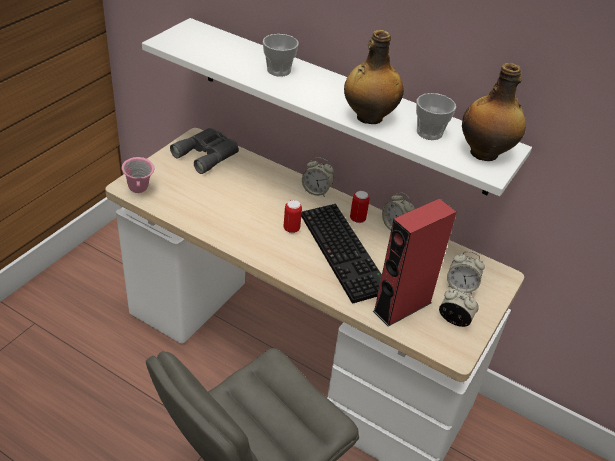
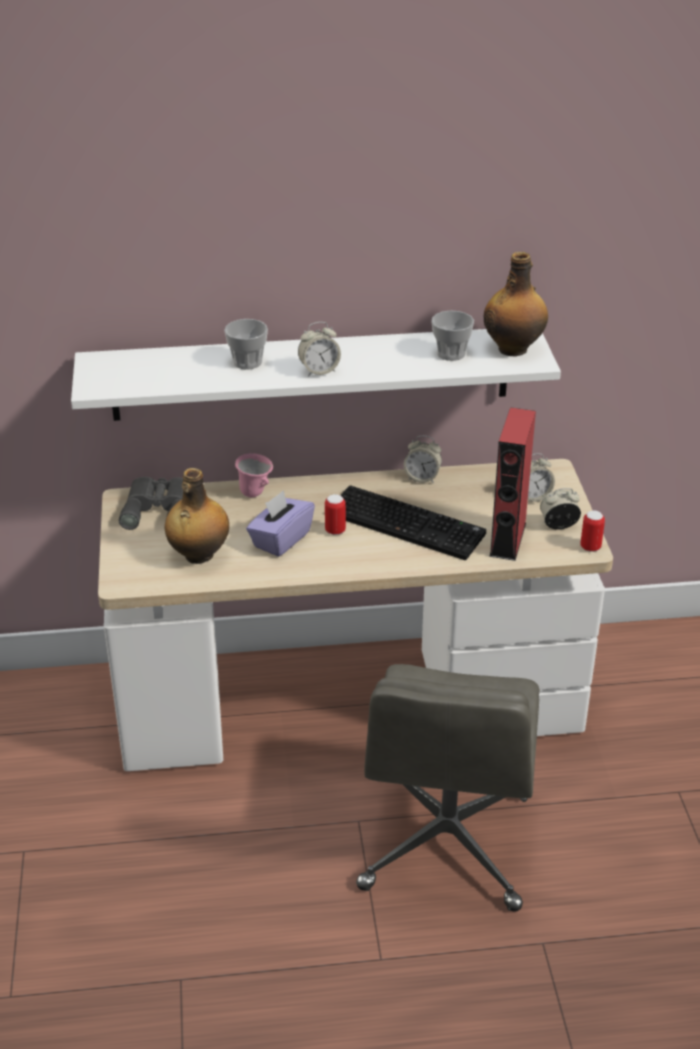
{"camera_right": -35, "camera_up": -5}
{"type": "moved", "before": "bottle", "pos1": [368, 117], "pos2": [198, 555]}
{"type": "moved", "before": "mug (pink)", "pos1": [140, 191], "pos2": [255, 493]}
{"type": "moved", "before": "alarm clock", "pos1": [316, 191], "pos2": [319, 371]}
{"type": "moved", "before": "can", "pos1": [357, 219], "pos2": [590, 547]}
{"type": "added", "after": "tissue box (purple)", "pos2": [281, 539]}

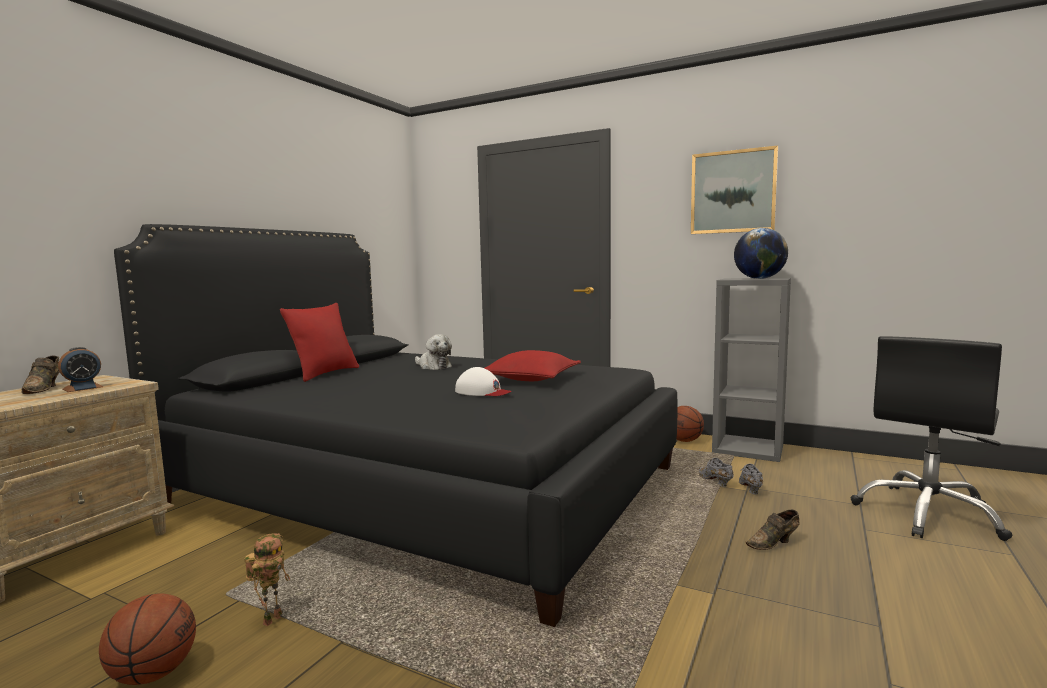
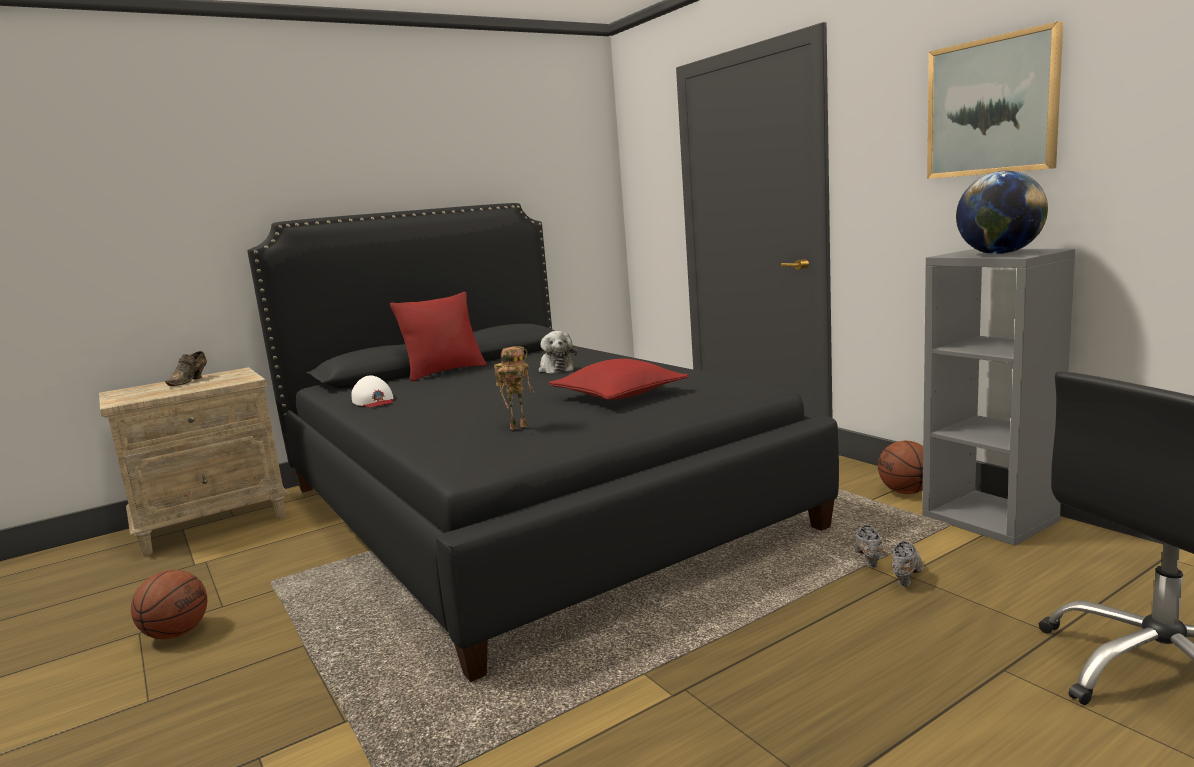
{"camera_right": 30, "camera_up": 5}
{"type": "removed", "before": "alarm clock", "pos1": [83, 388]}
{"type": "moved", "before": "cap (white)", "pos1": [482, 391], "pos2": [374, 401]}
{"type": "removed", "before": "shoe (brown)", "pos1": [774, 543]}
{"type": "moved", "before": "toy robot", "pos1": [272, 618], "pos2": [518, 426]}

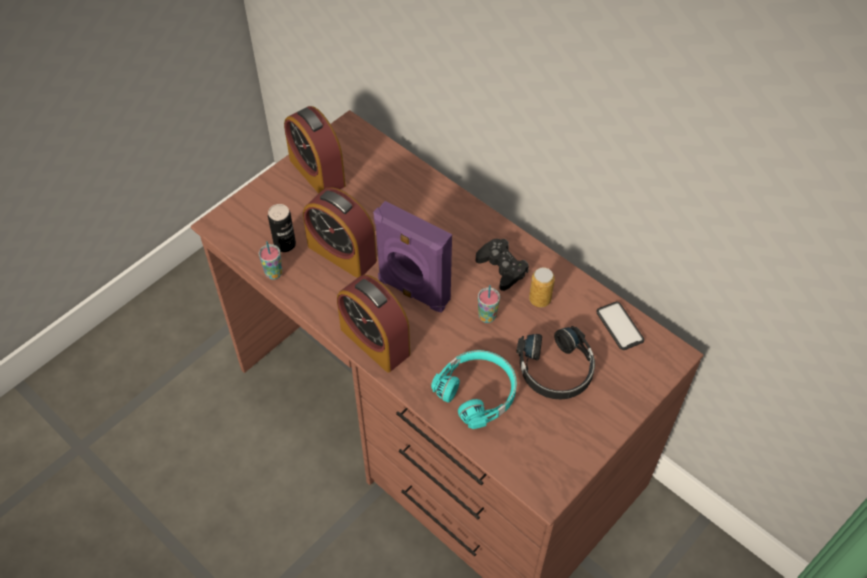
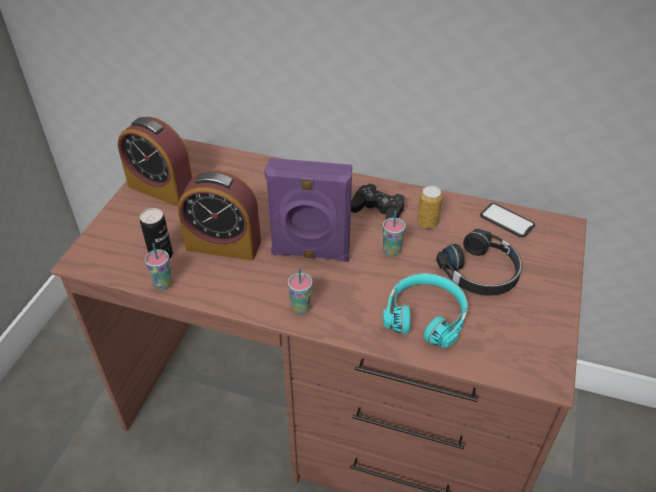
{"camera_right": -25, "camera_up": -10}
{"type": "replaced", "before": "alarm clock", "after": "cup", "pos1": [375, 341], "pos2": [301, 307]}

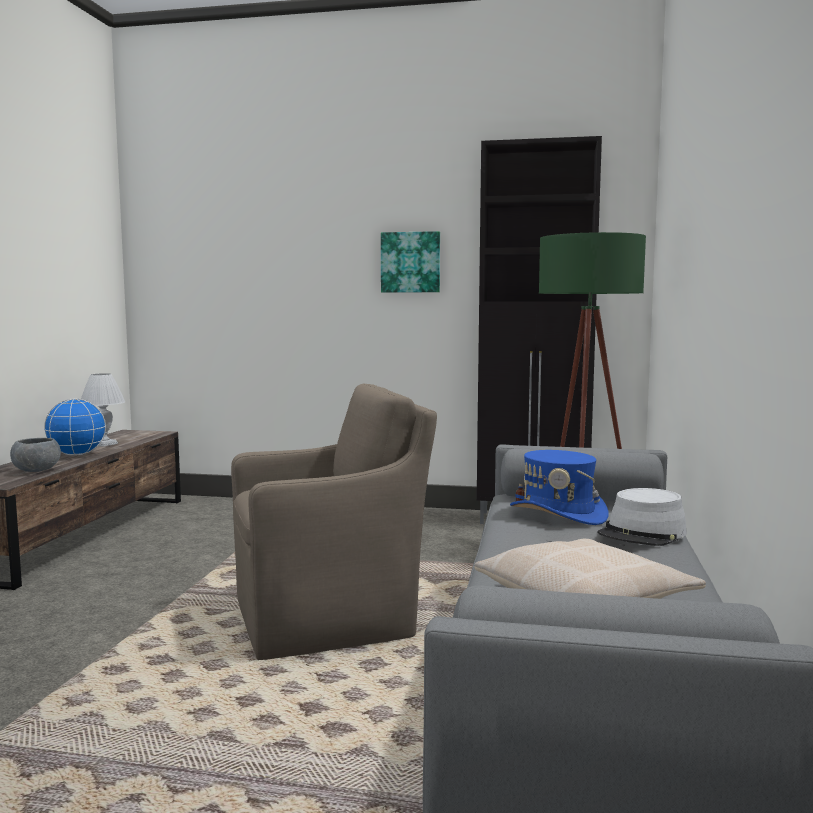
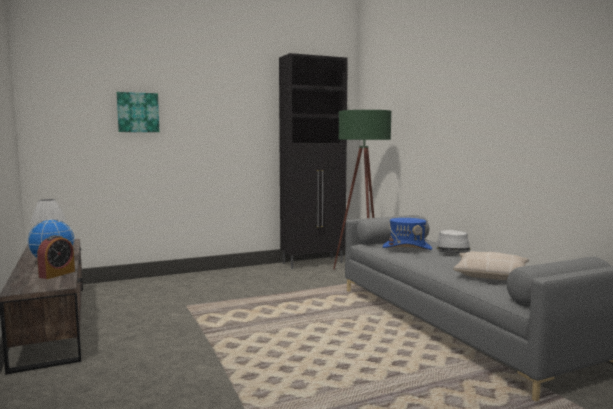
{"camera_right": -35, "camera_up": 0}
{"type": "moved", "before": "picture", "pos1": [410, 262], "pos2": [138, 112]}
{"type": "removed", "before": "armchair (brown)", "pos1": [330, 618]}
{"type": "replaced", "before": "bowl (grey)", "after": "alarm clock", "pos1": [37, 470], "pos2": [57, 274]}

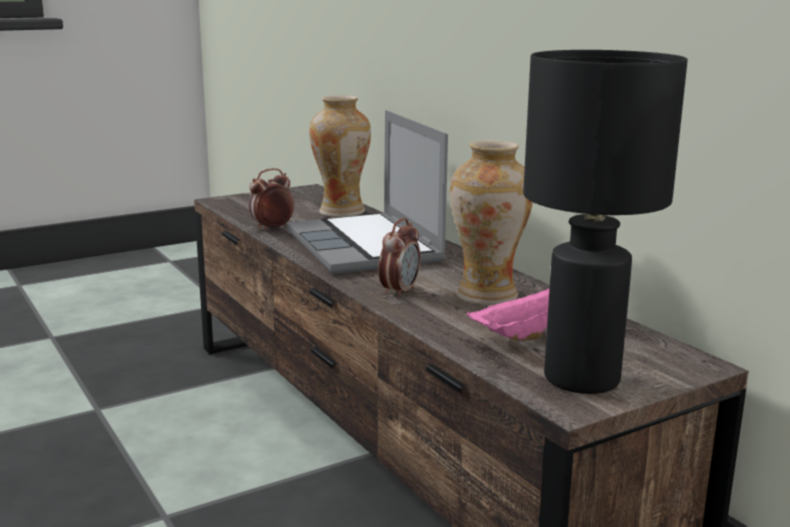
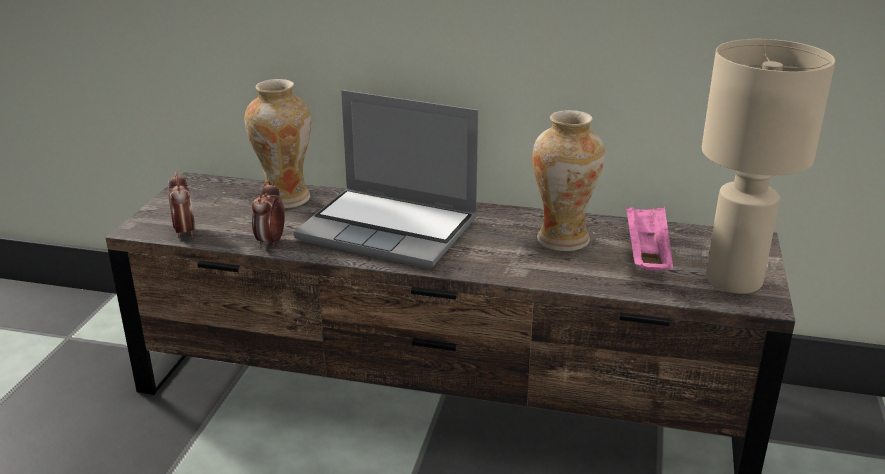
{"camera_right": -45, "camera_up": 10}
{"type": "recoloured", "before": "table lamp (black)", "after": "table lamp (beige)", "pos1": [581, 378], "pos2": [732, 280]}
{"type": "moved", "before": "alarm clock", "pos1": [399, 292], "pos2": [184, 232]}

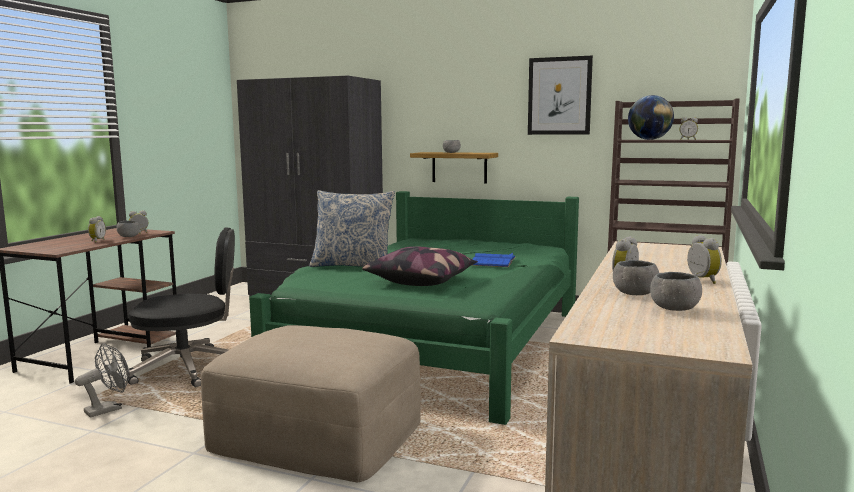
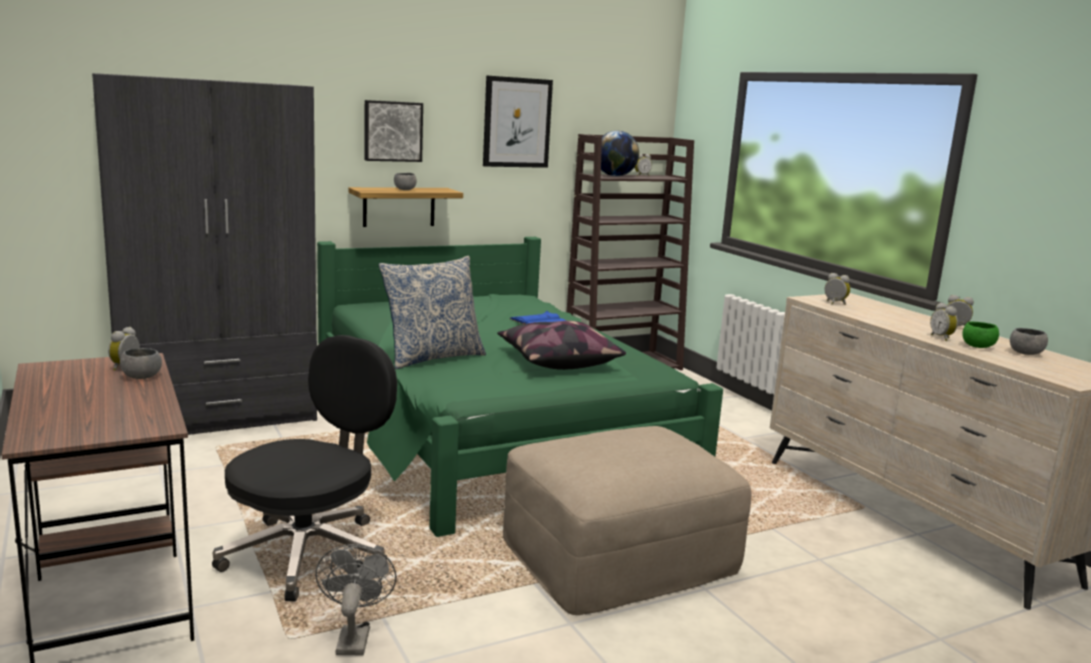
{"camera_right": -50, "camera_up": 5}
{"type": "moved", "before": "alarm clock", "pos1": [96, 241], "pos2": [834, 303]}
{"type": "recoloured", "before": "bowl (grey)", "after": "bowl (green)", "pos1": [634, 294], "pos2": [977, 346]}
{"type": "added", "after": "picture", "pos2": [392, 131]}

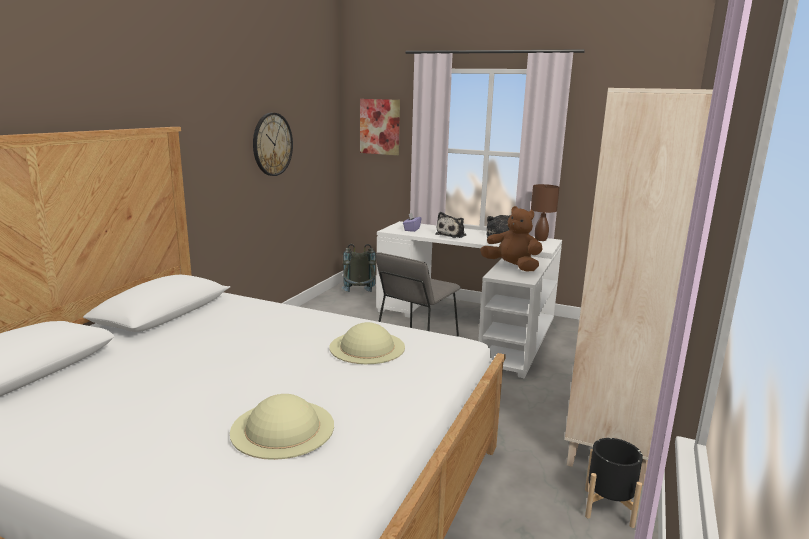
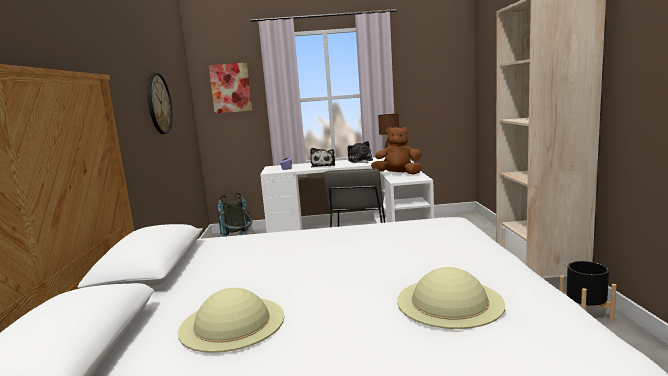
{"camera_right": -25, "camera_up": -5}
{"type": "moved", "before": "hat (beige)", "pos1": [367, 347], "pos2": [232, 322]}

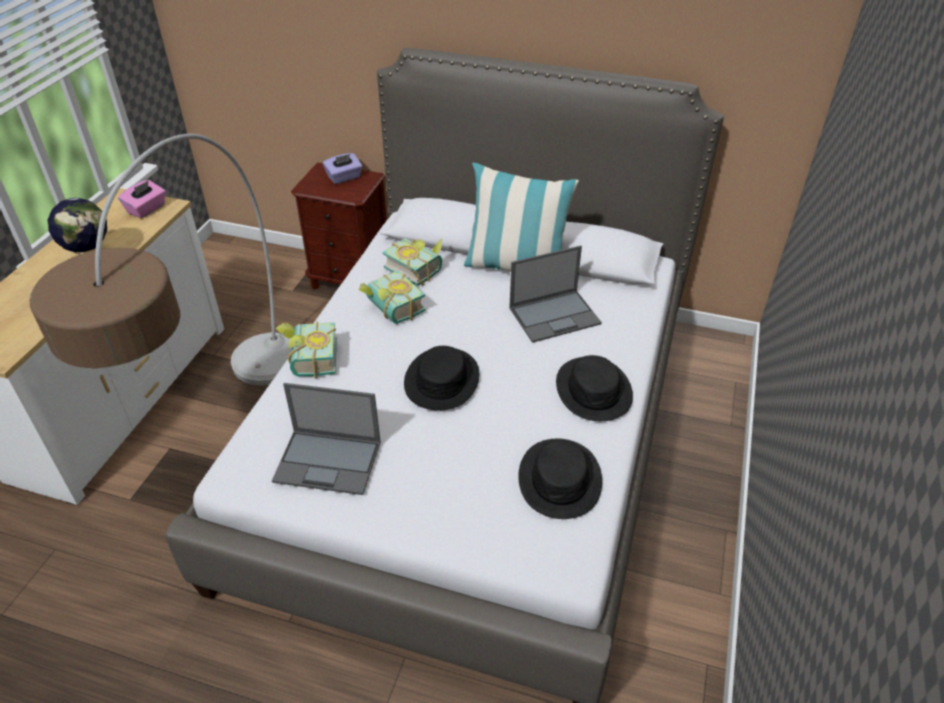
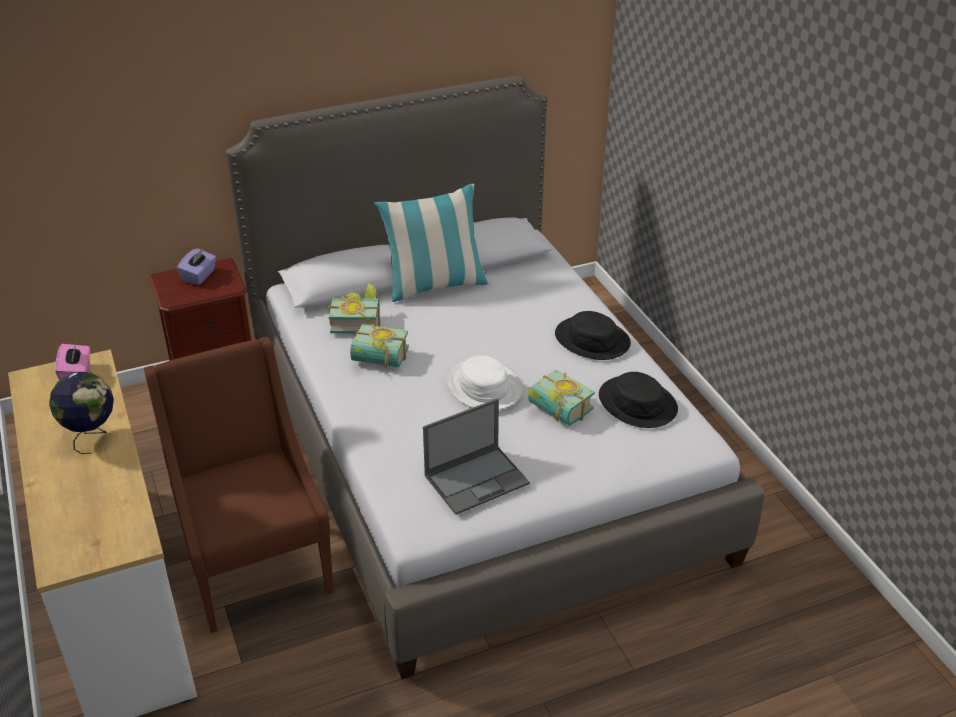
{"camera_right": -40, "camera_up": -5}
{"type": "replaced", "before": "floor lamp", "after": "armchair (brown)", "pos1": [220, 431], "pos2": [255, 566]}
{"type": "removed", "before": "laptop", "pos1": [555, 315]}
{"type": "moved", "before": "book", "pos1": [309, 360], "pos2": [556, 412]}
{"type": "recoloured", "before": "hat (black)", "after": "hat (white)", "pos1": [441, 380], "pos2": [483, 387]}

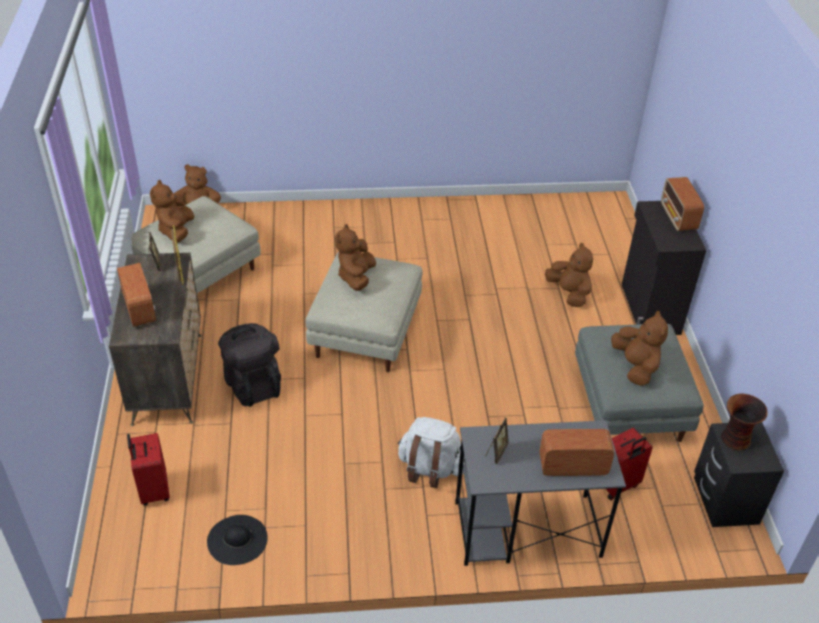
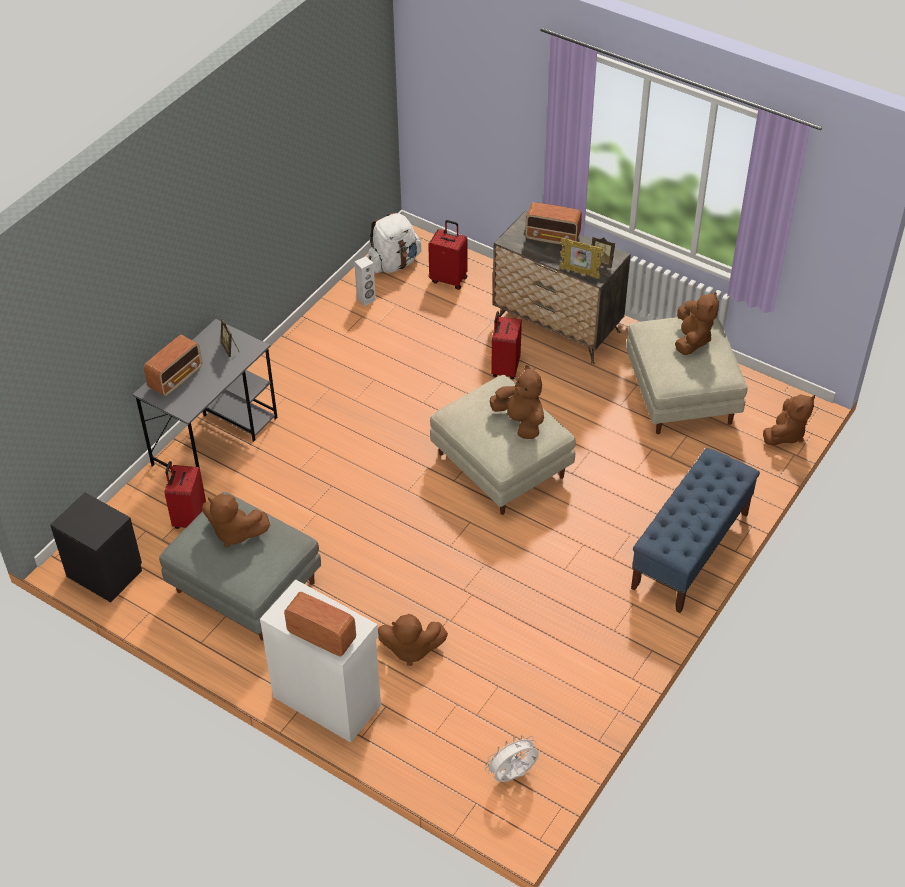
{"camera_right": 130, "camera_up": 5}
{"type": "turned", "before": "plush toy (brown)", "pos1": [176, 230], "pos2": [692, 339], "turn": 60}
{"type": "recoloured", "before": "cabinet (black)", "after": "cabinet (white)", "pos1": [649, 309], "pos2": [327, 699]}
{"type": "replaced", "before": "backpack (black)", "after": "suitcase (red)", "pos1": [252, 384], "pos2": [504, 368]}
{"type": "removed", "before": "vase", "pos1": [734, 439]}
{"type": "moved", "before": "backpack (white)", "pos1": [430, 468], "pos2": [394, 263]}
{"type": "replaced", "before": "hat (black)", "after": "speaker (white)", "pos1": [237, 540], "pos2": [366, 300]}
{"type": "added", "after": "bench (blue)", "pos2": [690, 551]}
{"type": "added", "after": "fan (white)", "pos2": [513, 775]}

